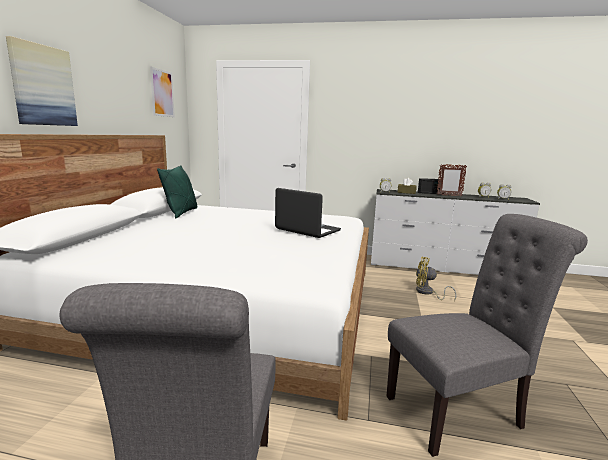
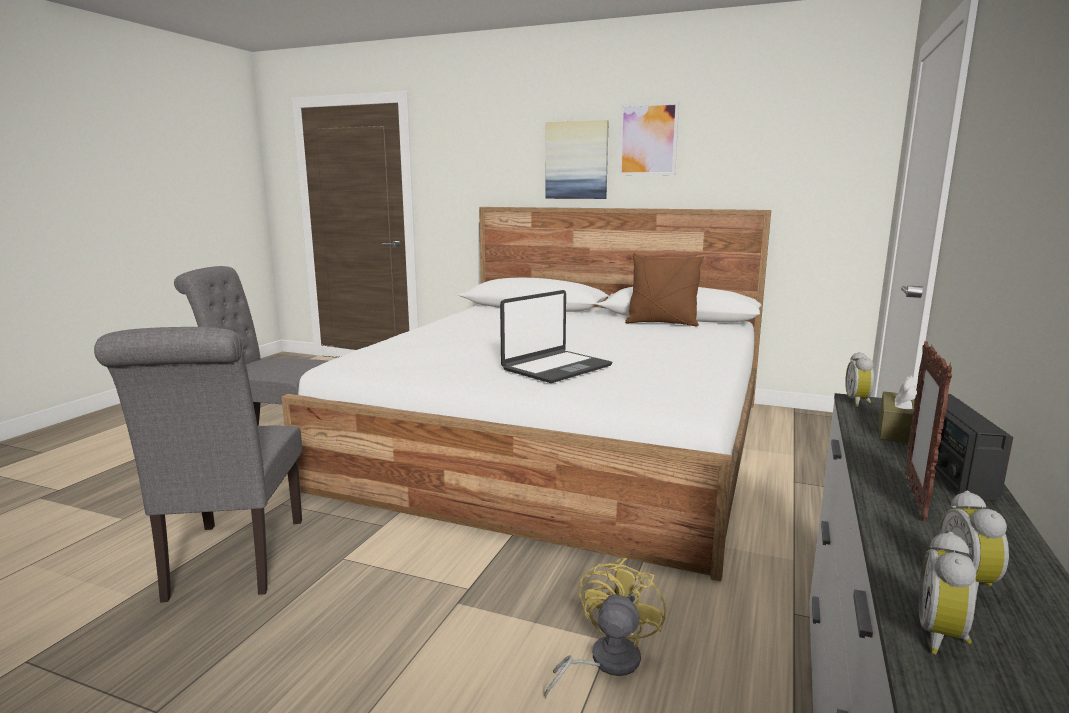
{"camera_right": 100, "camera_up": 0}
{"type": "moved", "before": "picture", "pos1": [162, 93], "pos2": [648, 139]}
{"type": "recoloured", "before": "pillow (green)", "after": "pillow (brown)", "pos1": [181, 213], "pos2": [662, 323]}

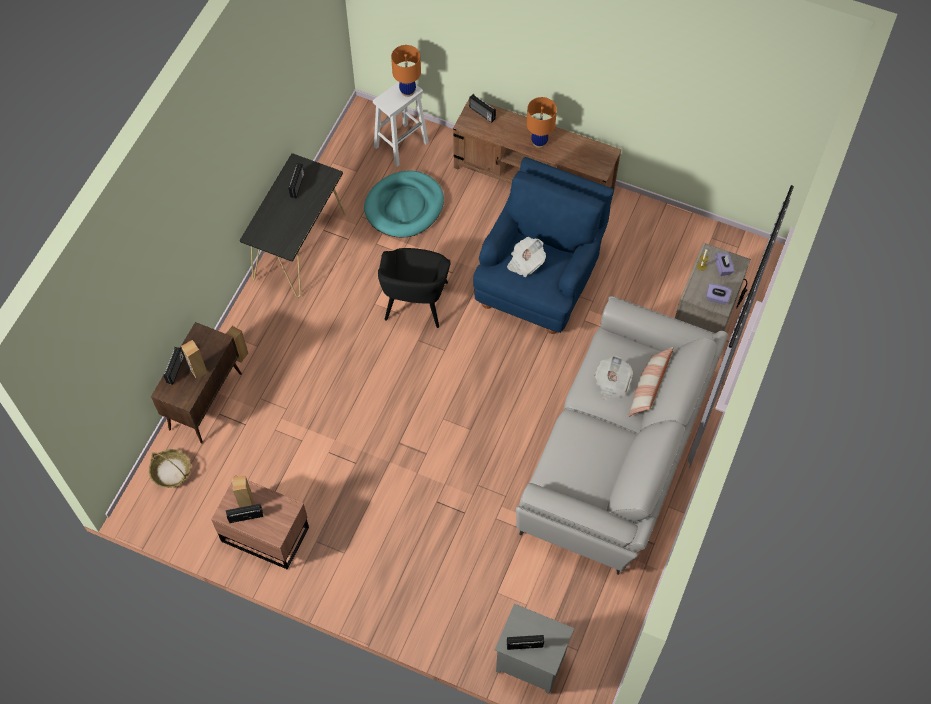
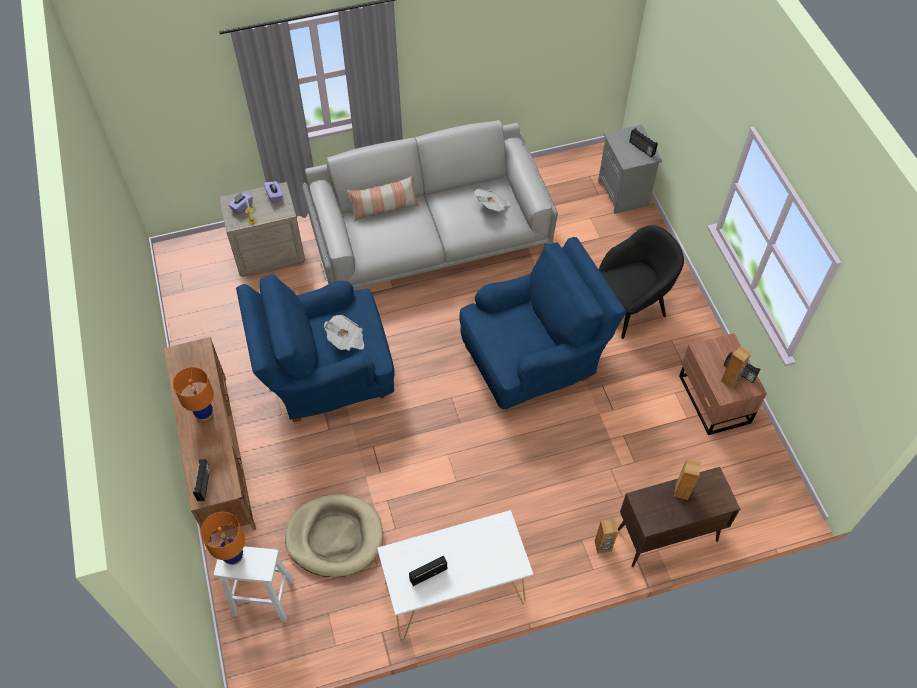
{"camera_right": -130, "camera_up": -5}
{"type": "recoloured", "before": "console table (black)", "after": "console table (white)", "pos1": [300, 246], "pos2": [454, 592]}
{"type": "recoloured", "before": "dog bed (turquoise)", "after": "dog bed (beige)", "pos1": [404, 206], "pos2": [335, 537]}
{"type": "moved", "before": "armchair (black)", "pos1": [416, 302], "pos2": [630, 307]}
{"type": "removed", "before": "radio", "pos1": [176, 370]}
{"type": "moved", "before": "newspaper", "pos1": [611, 383], "pos2": [491, 206]}
{"type": "removed", "before": "basket", "pos1": [171, 471]}
{"type": "added", "after": "armchair (blue)", "pos2": [533, 362]}

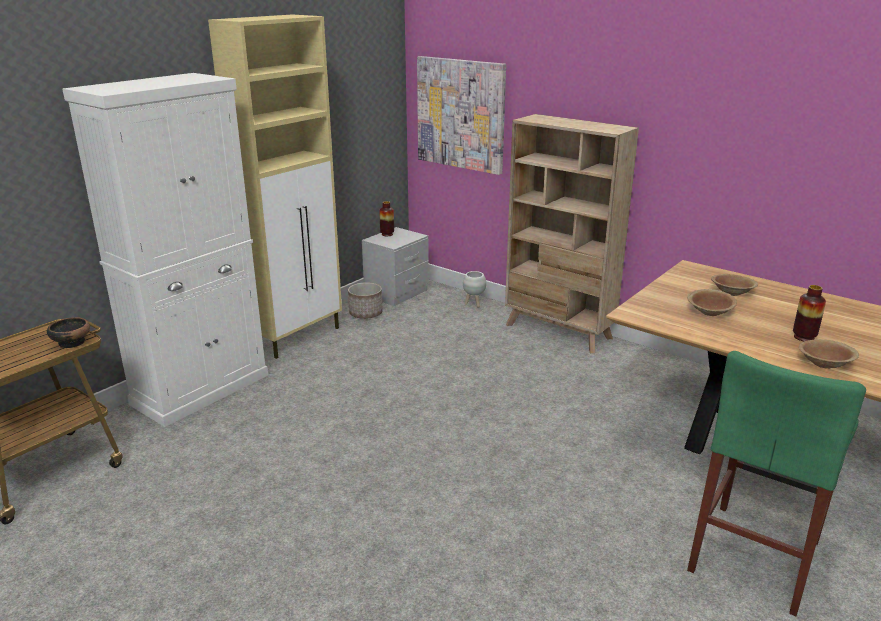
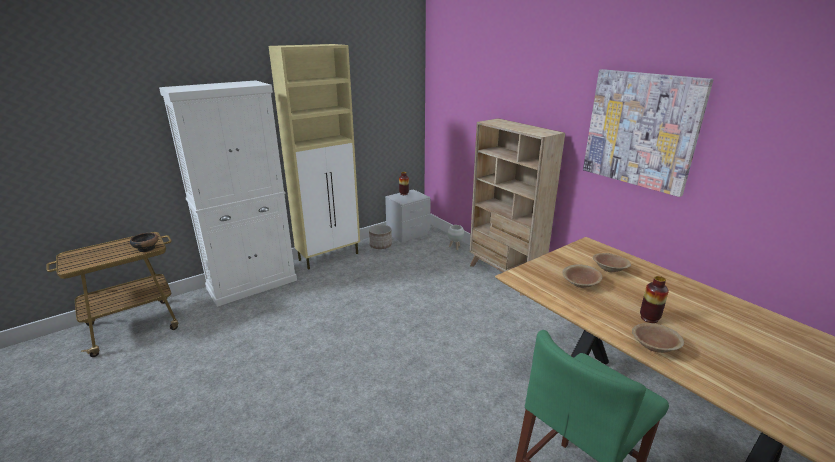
{"camera_right": 15, "camera_up": 0}
{"type": "moved", "before": "picture", "pos1": [461, 114], "pos2": [641, 130]}

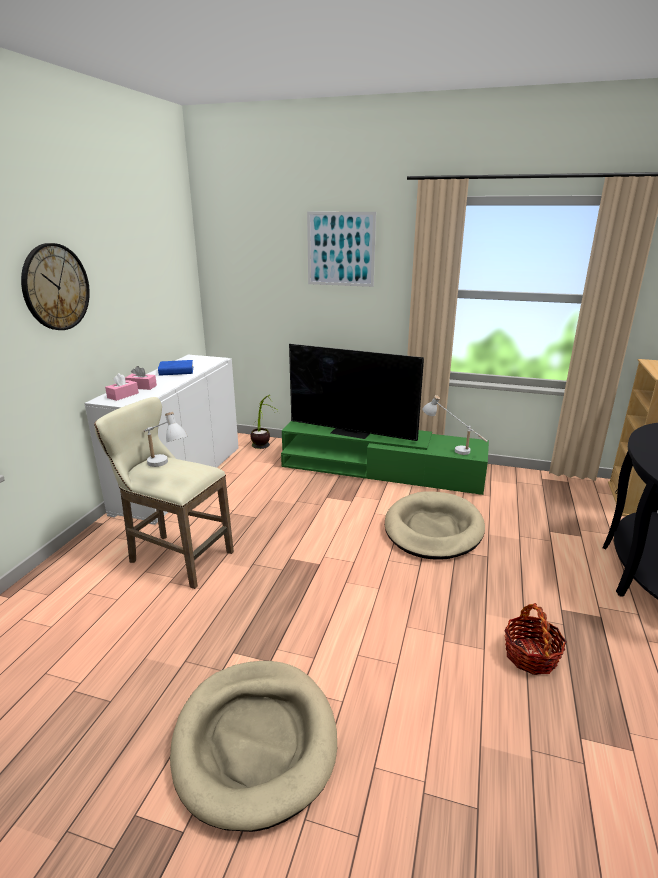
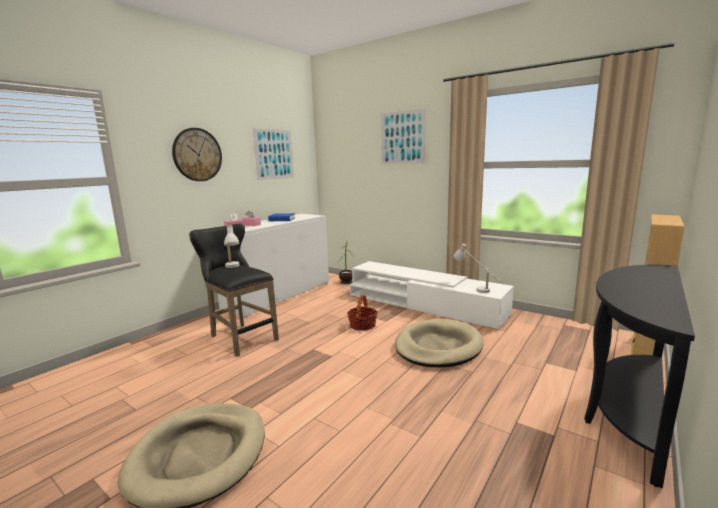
{"camera_right": 20, "camera_up": -10}
{"type": "removed", "before": "television", "pos1": [351, 432]}
{"type": "recoloured", "before": "stool (beige)", "after": "stool (black)", "pos1": [175, 557], "pos2": [240, 337]}
{"type": "recoloured", "before": "tv stand (green)", "after": "tv stand (white)", "pos1": [381, 470], "pos2": [423, 305]}
{"type": "moved", "before": "basket", "pos1": [530, 656], "pos2": [362, 325]}
{"type": "added", "after": "picture", "pos2": [274, 154]}

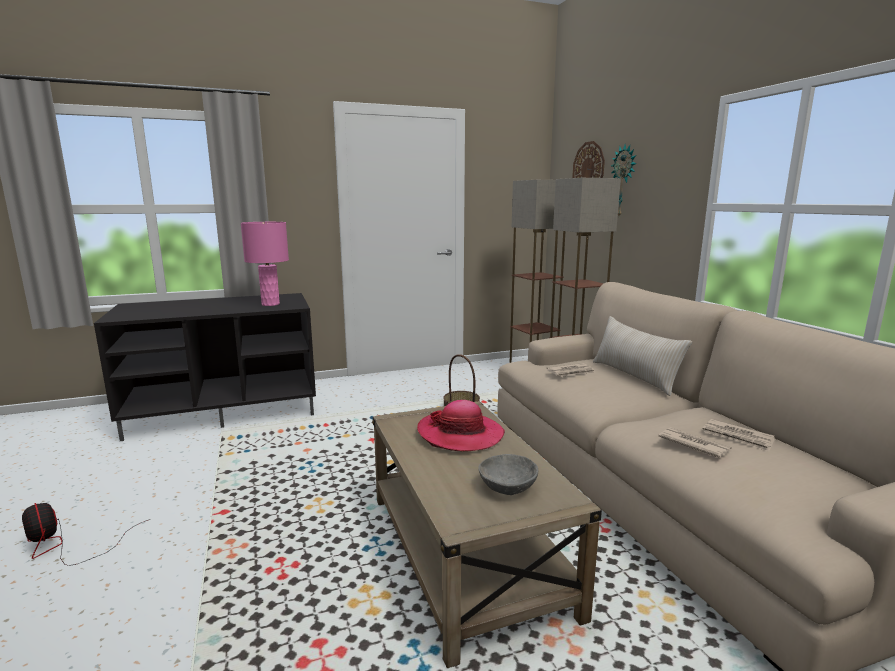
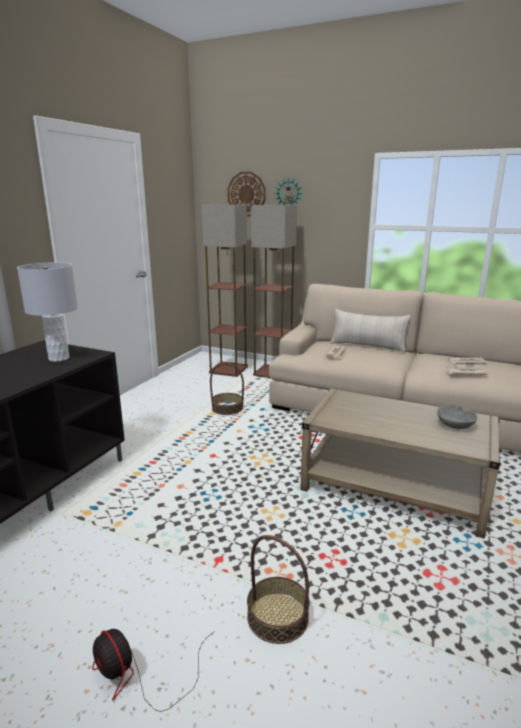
{"camera_right": -45, "camera_up": 5}
{"type": "recoloured", "before": "table lamp (pink)", "after": "table lamp (grey)", "pos1": [270, 304], "pos2": [59, 358]}
{"type": "removed", "before": "hat", "pos1": [460, 434]}
{"type": "turned", "before": "fan", "pos1": [65, 546], "pos2": [139, 676], "turn": 45}
{"type": "added", "after": "basket", "pos2": [277, 617]}

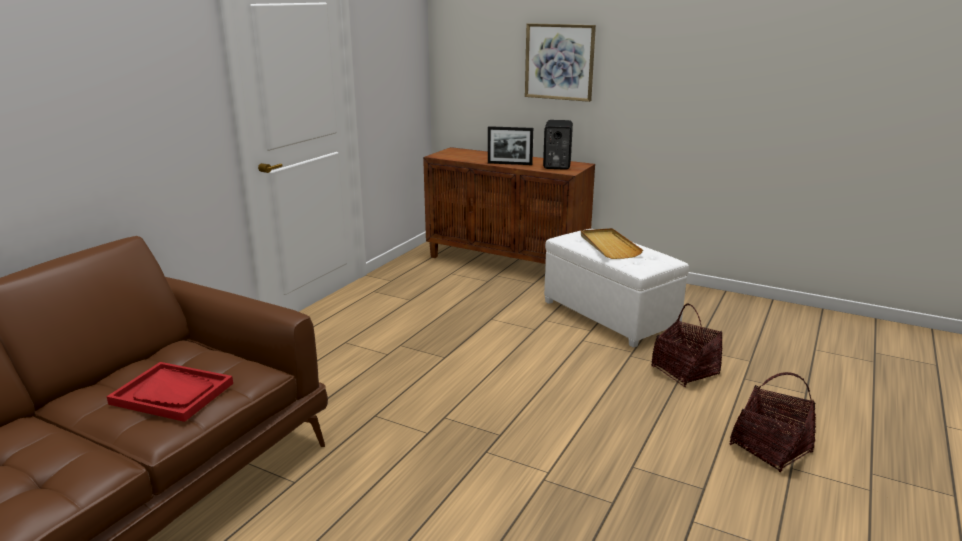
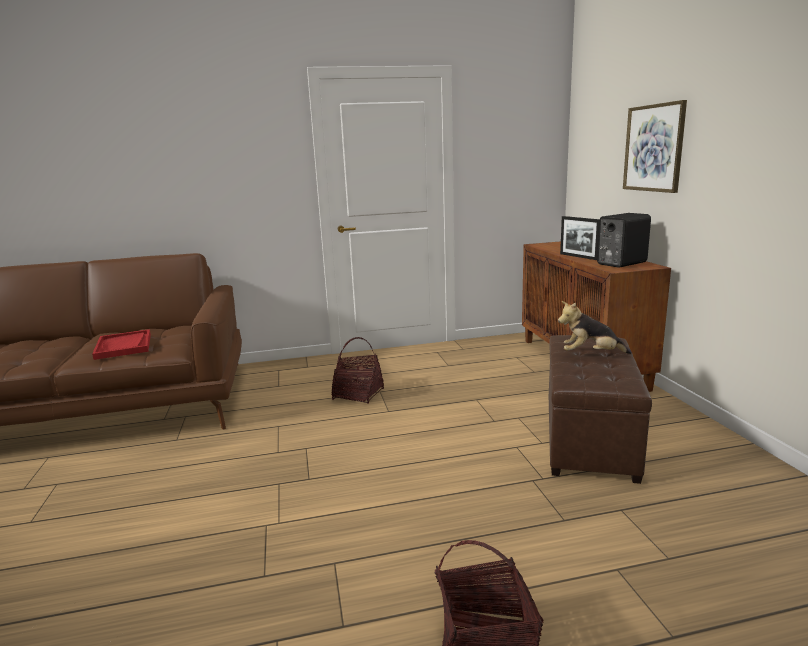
{"camera_right": 50, "camera_up": -5}
{"type": "replaced", "before": "tray (beige)", "after": "plush toy", "pos1": [608, 246], "pos2": [591, 354]}
{"type": "recoloured", "before": "ottoman (white)", "after": "ottoman (brown)", "pos1": [608, 315], "pos2": [587, 438]}
{"type": "moved", "before": "basket", "pos1": [685, 371], "pos2": [358, 394]}

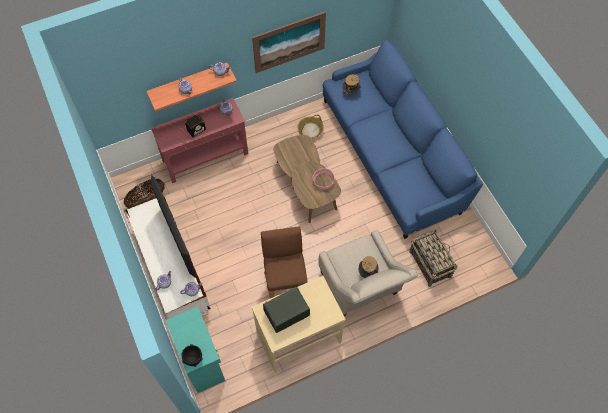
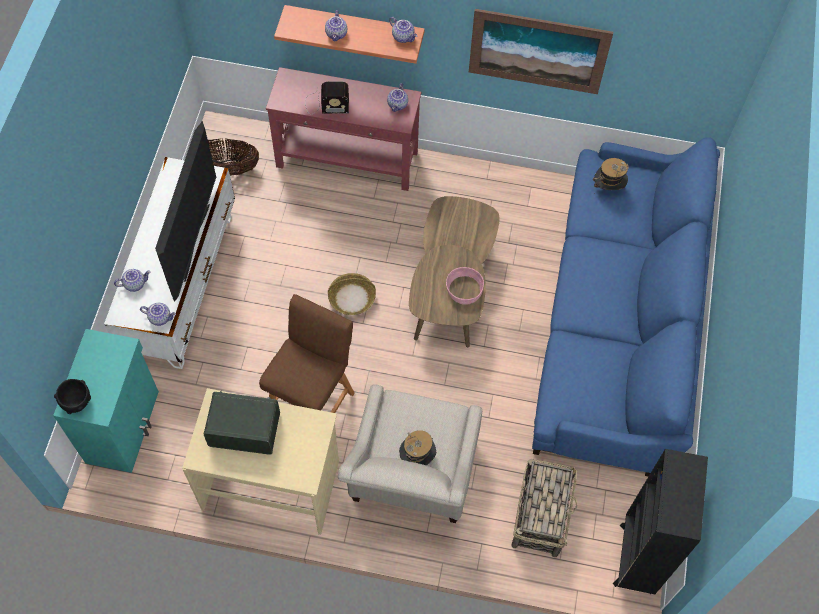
{"camera_right": 35, "camera_up": 0}
{"type": "moved", "before": "basket", "pos1": [310, 130], "pos2": [352, 298]}
{"type": "added", "after": "bookcase (black)", "pos2": [635, 559]}

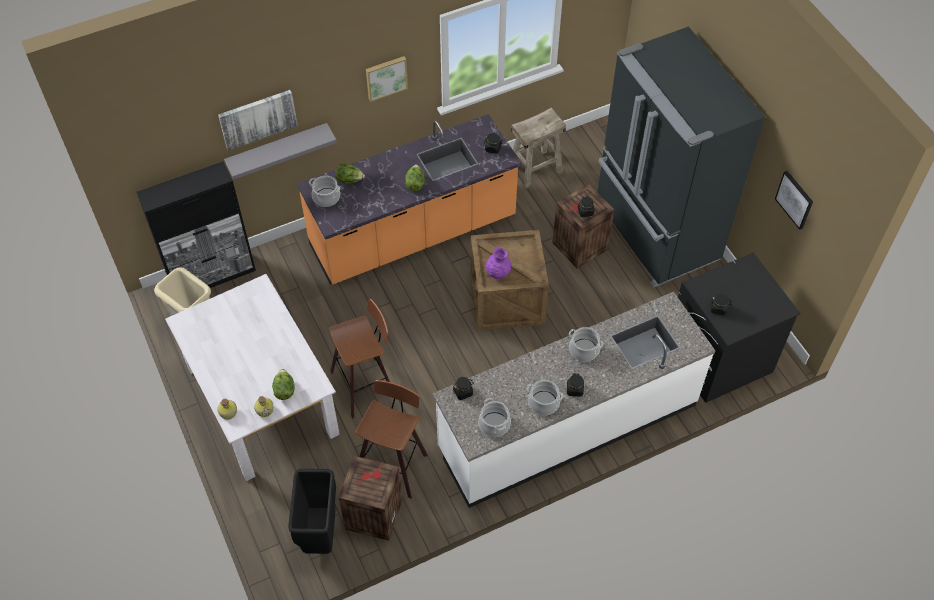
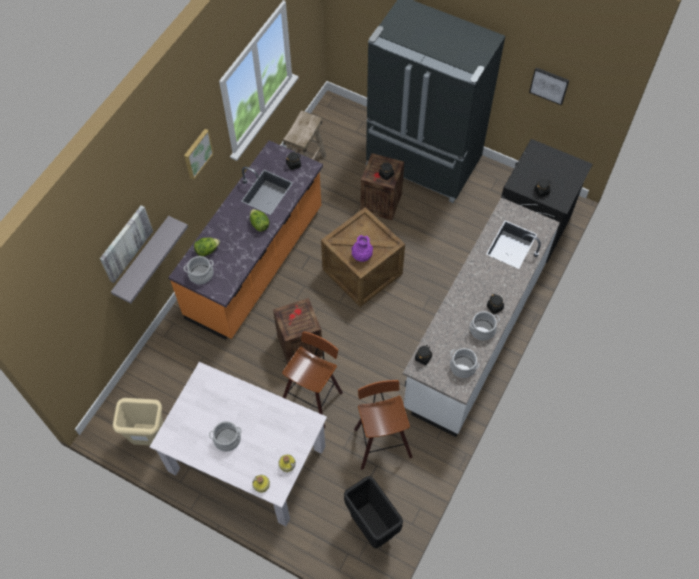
{"camera_right": -35, "camera_up": 5}
{"type": "removed", "before": "cabinet (black)", "pos1": [213, 276]}
{"type": "moved", "before": "cooking pot", "pos1": [584, 350], "pos2": [227, 439]}
{"type": "removed", "before": "lettuce", "pos1": [284, 390]}
{"type": "moved", "before": "crate", "pos1": [373, 513], "pos2": [299, 345]}

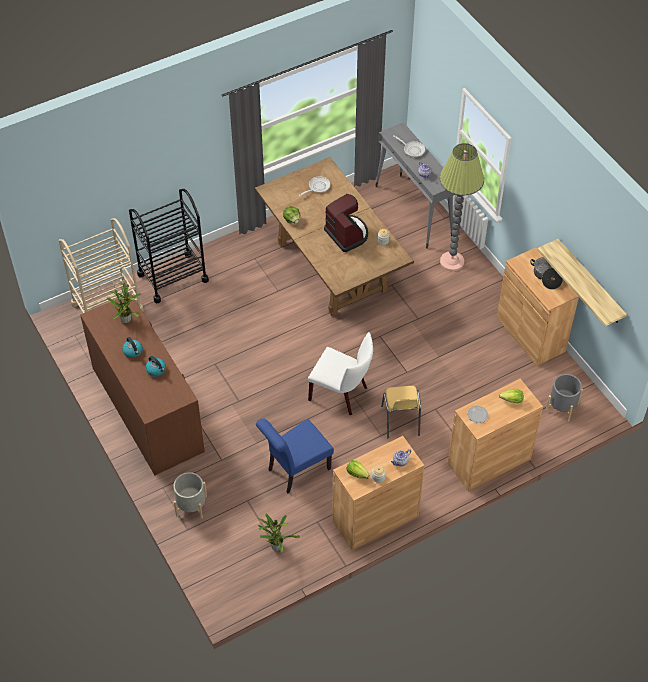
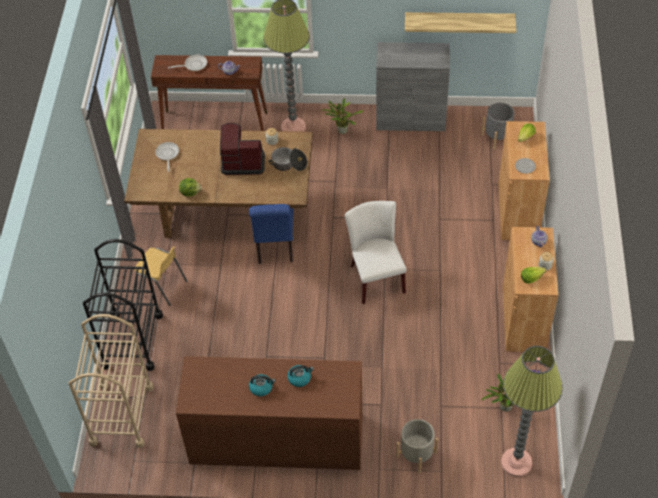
{"camera_right": -55, "camera_up": 0}
{"type": "recoloured", "before": "console table (grey)", "after": "console table (brown)", "pos1": [414, 211], "pos2": [215, 123]}
{"type": "recoloured", "before": "cabinet (brown)", "after": "cabinet (grey)", "pos1": [530, 334], "pos2": [410, 118]}
{"type": "moved", "before": "cooking pot", "pos1": [546, 277], "pos2": [288, 164]}
{"type": "moved", "before": "potted plant", "pos1": [126, 318], "pos2": [341, 130]}
{"type": "turned", "before": "chair (white)", "pos1": [342, 394], "pos2": [375, 276], "turn": -75}
{"type": "moved", "before": "chair (yellow)", "pos1": [400, 421], "pos2": [161, 287]}
{"type": "moved", "before": "chair (blue)", "pos1": [295, 470], "pos2": [275, 246]}
{"type": "added", "after": "floor lamp", "pos2": [516, 462]}

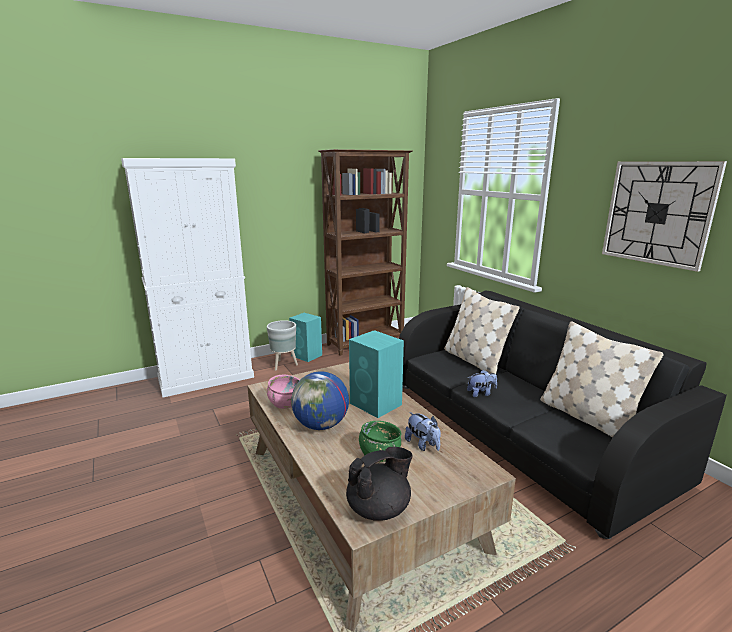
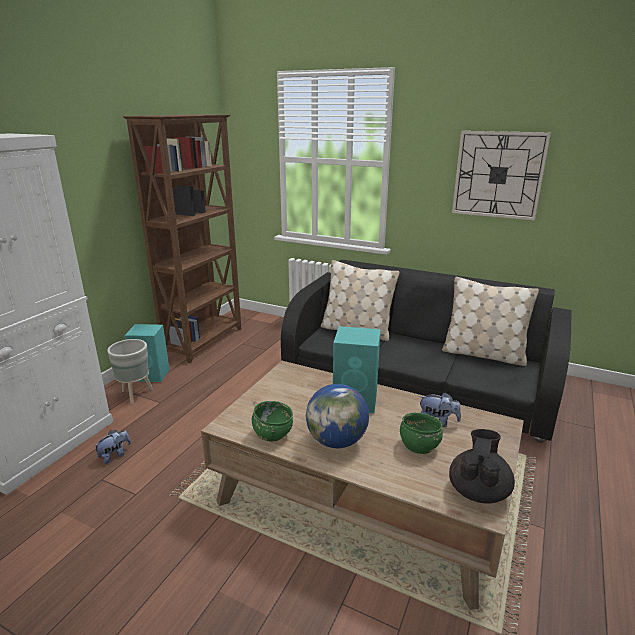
{"camera_right": -35, "camera_up": 5}
{"type": "moved", "before": "plush toy", "pos1": [481, 393], "pos2": [115, 455]}
{"type": "recoloured", "before": "bowl (pink)", "after": "bowl (green)", "pos1": [285, 403], "pos2": [272, 434]}

